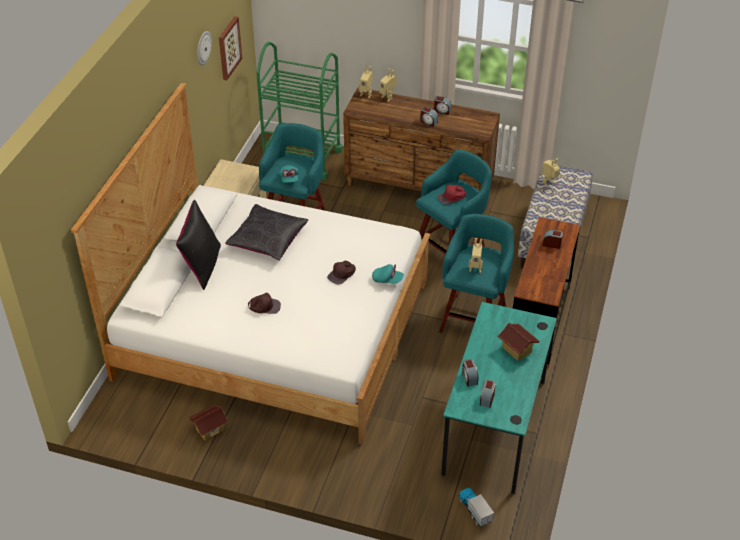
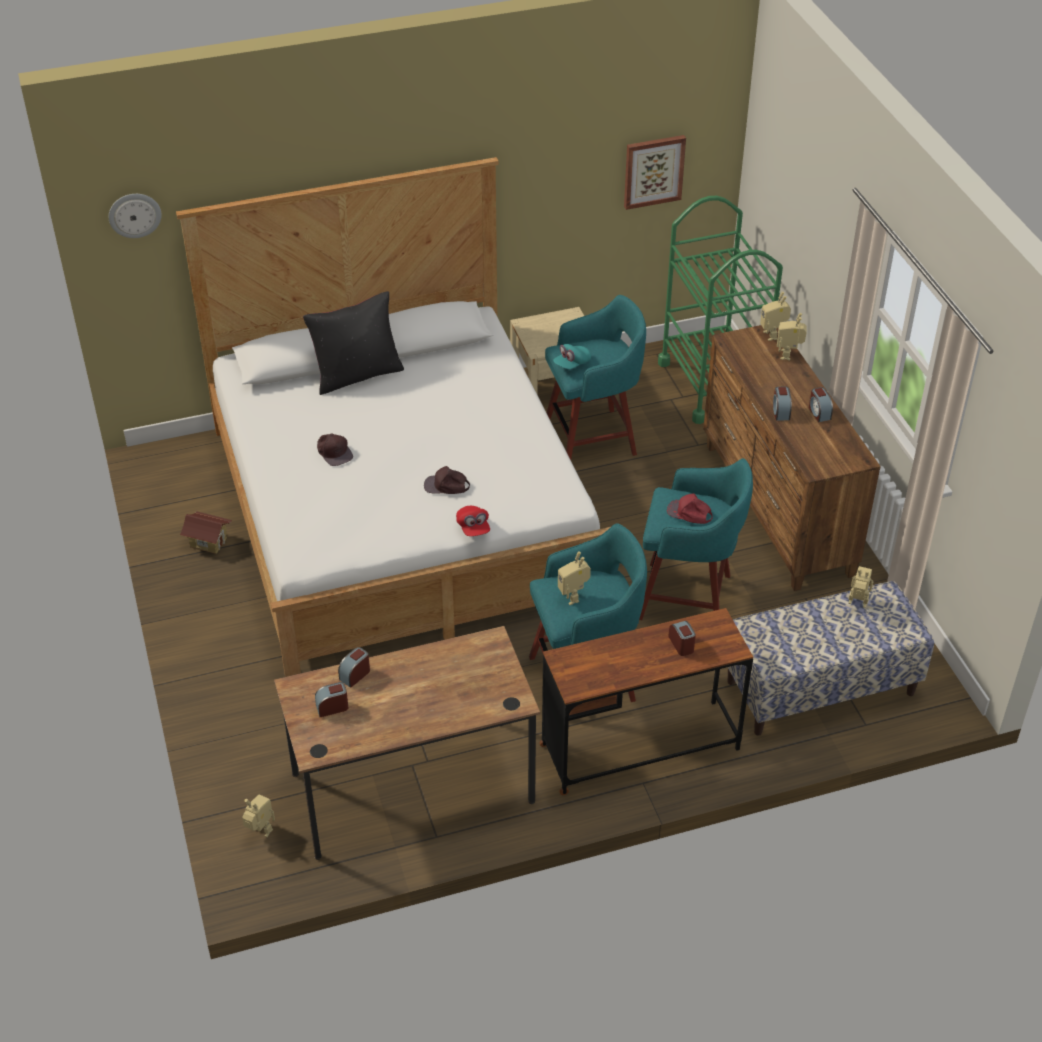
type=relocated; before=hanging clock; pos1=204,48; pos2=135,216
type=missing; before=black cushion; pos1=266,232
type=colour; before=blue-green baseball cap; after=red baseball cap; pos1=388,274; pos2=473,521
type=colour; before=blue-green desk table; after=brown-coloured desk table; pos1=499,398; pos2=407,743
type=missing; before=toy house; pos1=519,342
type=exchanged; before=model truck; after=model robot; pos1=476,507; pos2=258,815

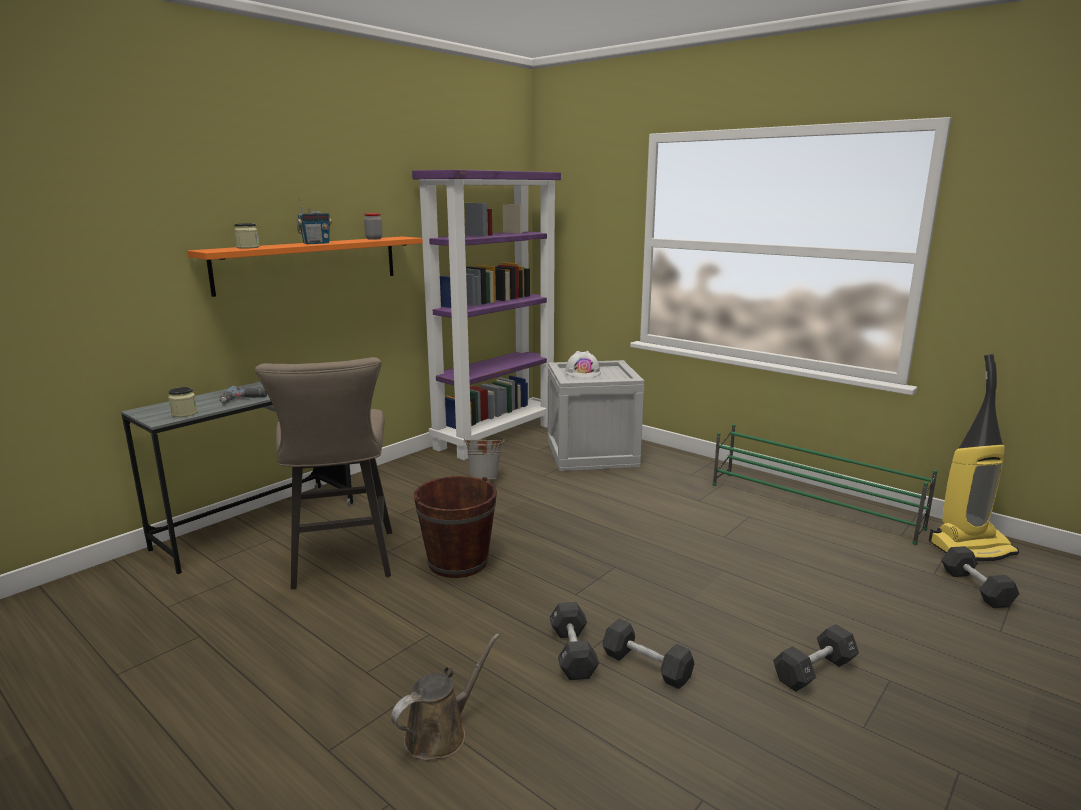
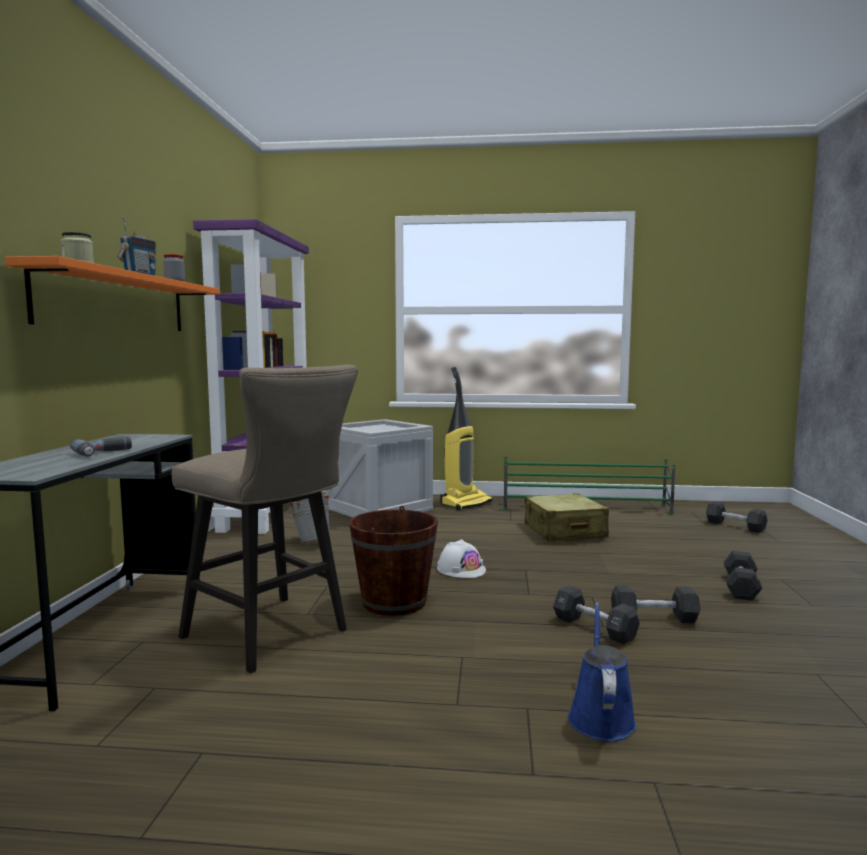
type=relocated; before=white work helmet; pos1=583,364; pos2=461,558
type=relocated; before=vacuum; pos1=974,457; pos2=466,438
type=missing; before=storage jar; pos1=182,402
type=colour; before=brown-coloured sprinkling can; after=blue-coloured sprinkling can; pos1=445,697; pos2=602,671
type=appeared; after=sand-coloured suitcase; pos2=567,517

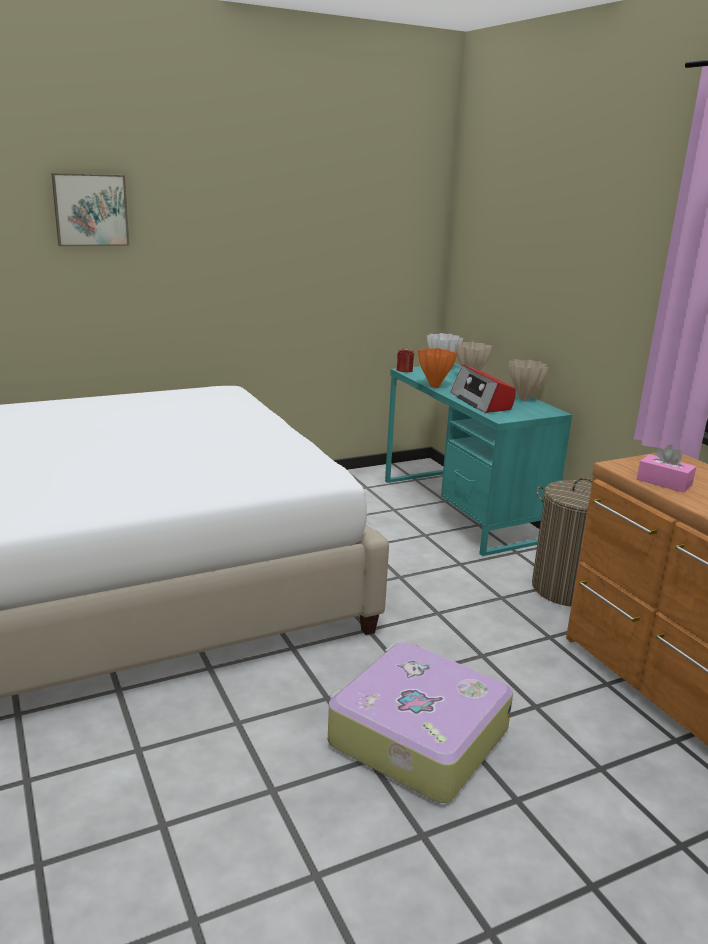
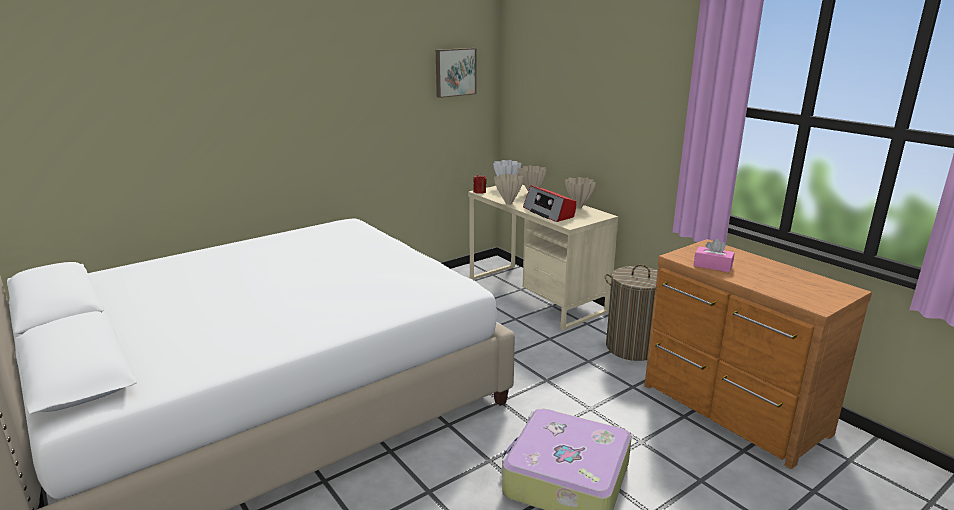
type=relocated; before=picture; pos1=90,209; pos2=456,73
type=colour; before=orange-coloured decorative vase; after=sand-coloured decorative vase; pos1=437,368; pos2=509,189
type=colour; before=blue-green desk table; after=sand-coloured desk table; pos1=478,459; pos2=543,257

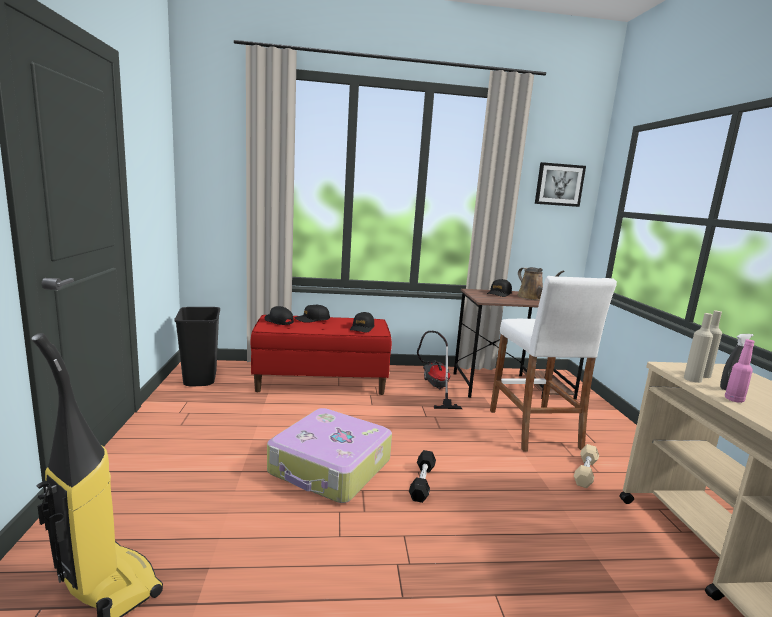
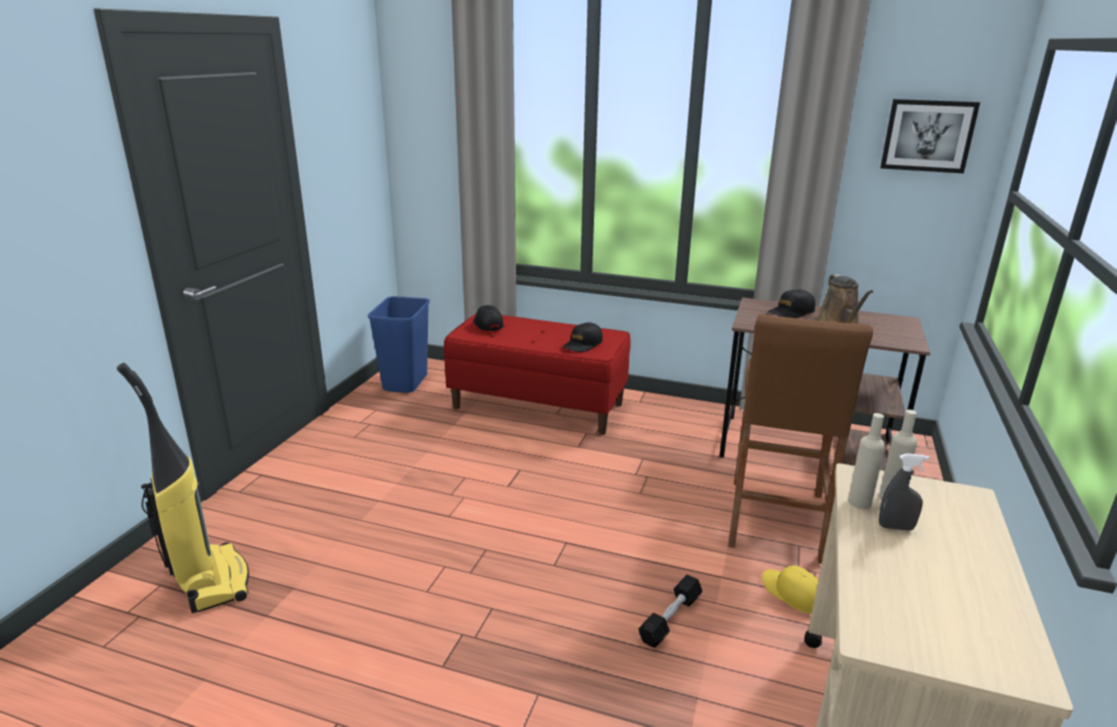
type=colour; before=white stool; after=brown-coloured stool; pos1=553,364; pos2=800,438
type=missing; before=black baseball cap; pos1=312,313
type=colour; before=black rubbish bin; after=blue-coloured rubbish bin; pos1=197,347; pos2=399,344
type=missing; before=vacuum; pos1=439,370
type=missing; before=pink-coloured bottle; pos1=740,371
type=missing; before=suitcase; pos1=329,455
type=exchanged; before=sand-coloured dumbbell; after=yellow-coloured baseball cap; pos1=586,466; pos2=790,589
type=relocated; before=black dumbbell; pos1=422,476; pos2=670,611

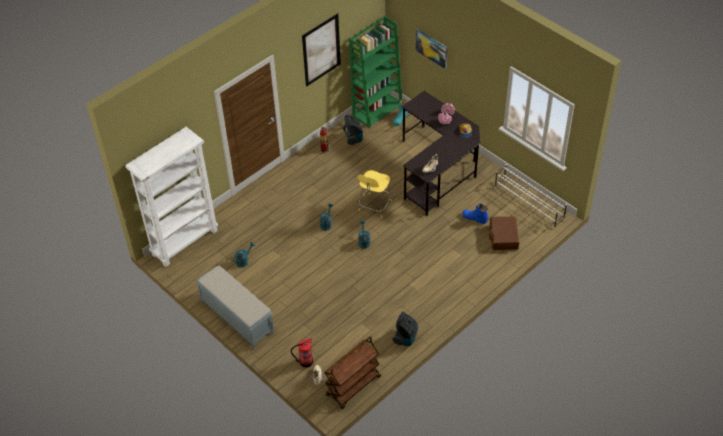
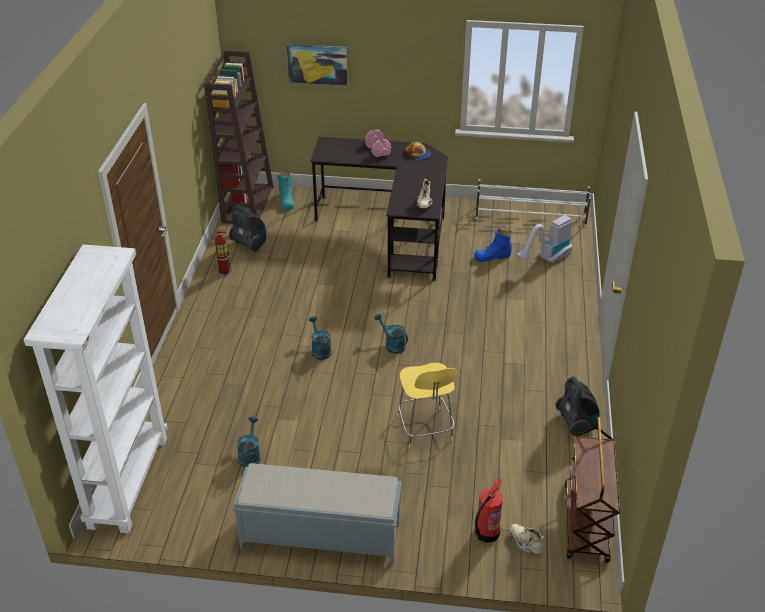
type=missing; before=picture; pos1=321,50
type=colour; before=green bookshelf; after=brown-coloured bookshelf; pos1=376,72; pos2=239,137
type=relocated; before=yellow-coloured stool; pos1=374,194; pos2=427,406
type=exchanged; before=brown-coloured suitcase; after=vacuum; pos1=504,233; pos2=544,239

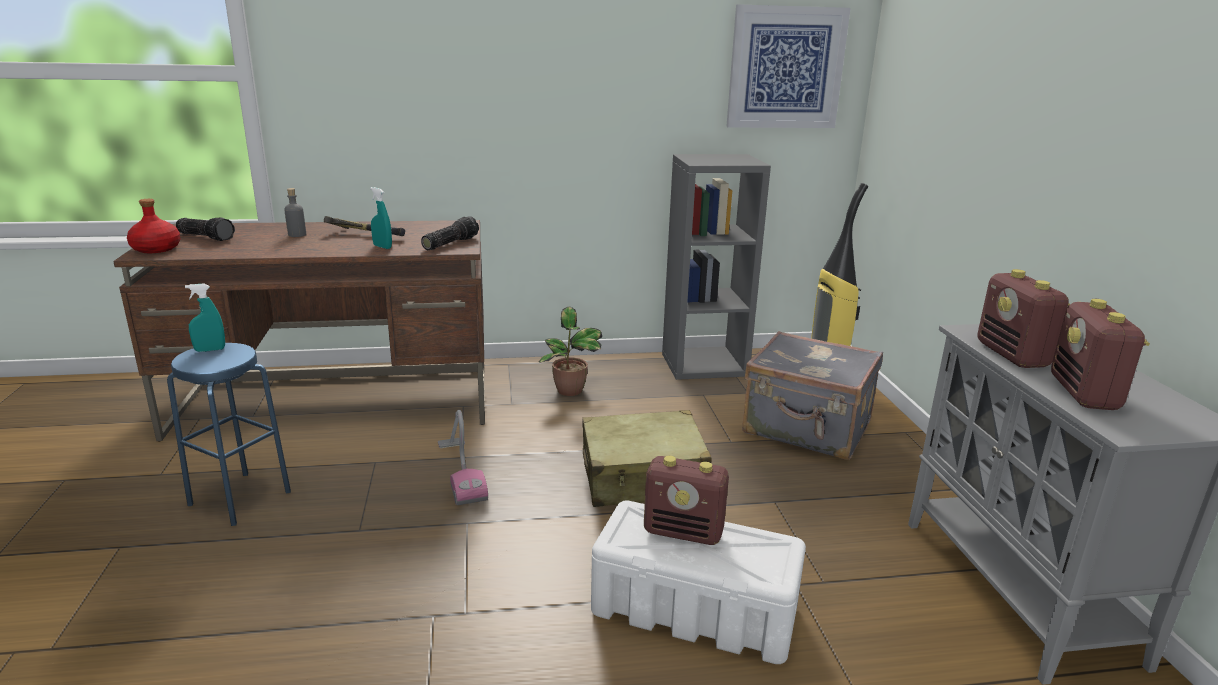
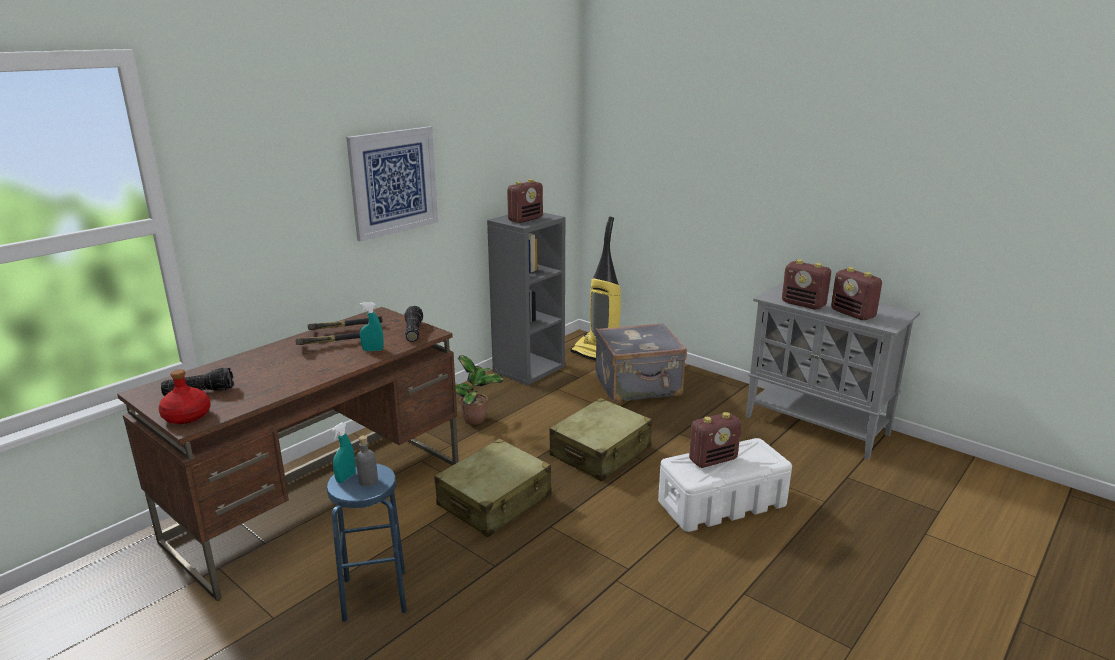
type=relocated; before=picture; pos1=788,66; pos2=392,184
type=relocated; before=grey bottle; pos1=295,212; pos2=367,461
type=exchanged; before=vacuum; after=sand-coloured suitcase; pos1=463,457; pos2=493,487
type=appeared; after=radio receiver; pos2=525,201
type=appeared; after=tool hammer; pos2=345,323

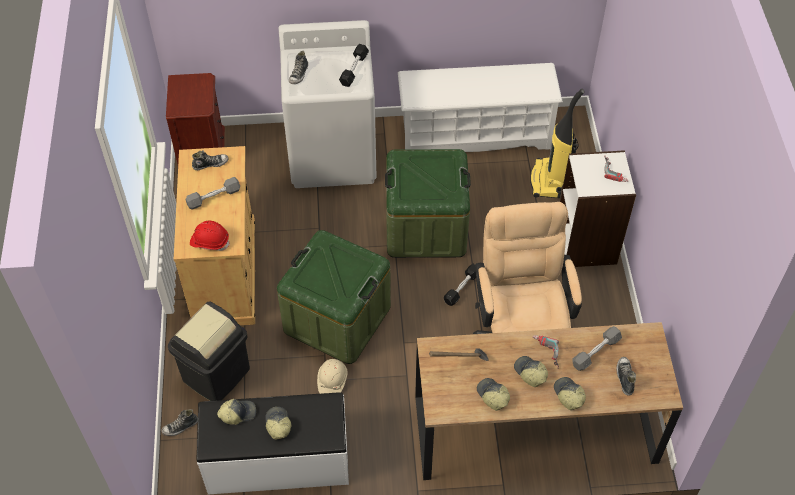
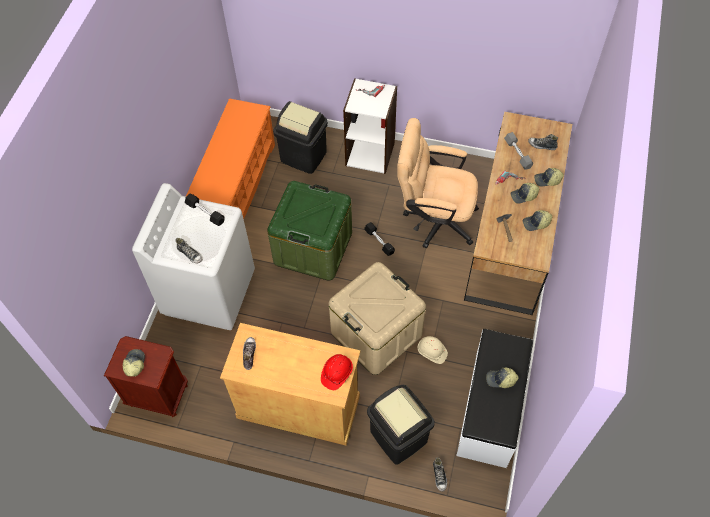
type=colour; before=white shoe shelf; after=orange-coloured shoe shelf; pos1=480,107; pos2=230,158
type=exchanged; before=vacuum; after=black rubbish bin; pos1=557,143; pos2=300,137
type=missing; before=grey dumbbell; pos1=213,193
type=colour; before=green storage box; after=sand-coloured storage box; pos1=334,297; pos2=377,318
type=relocated; before=baseball cap; pos1=236,412; pos2=134,362

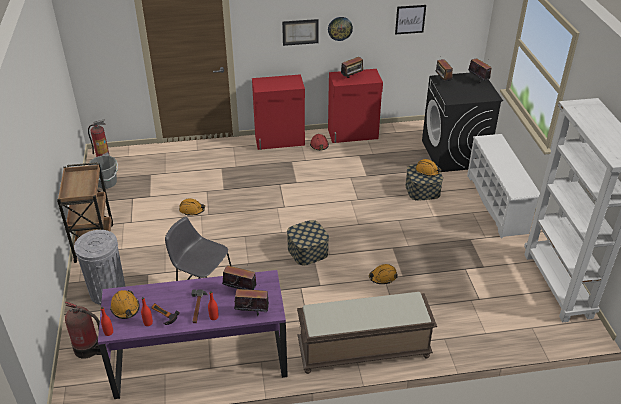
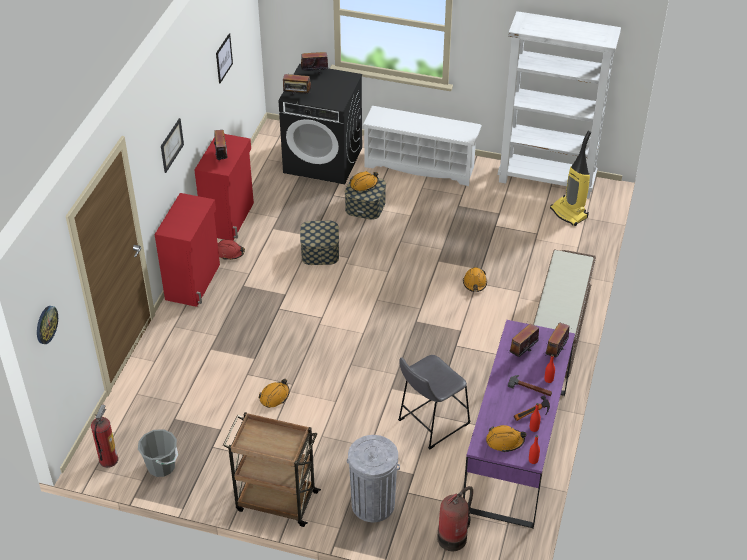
type=relocated; before=hanging clock; pos1=340,29; pos2=47,325
type=relocated; before=storage box; pos1=308,242; pos2=319,243
type=appeared; after=vacuum; pos2=570,178

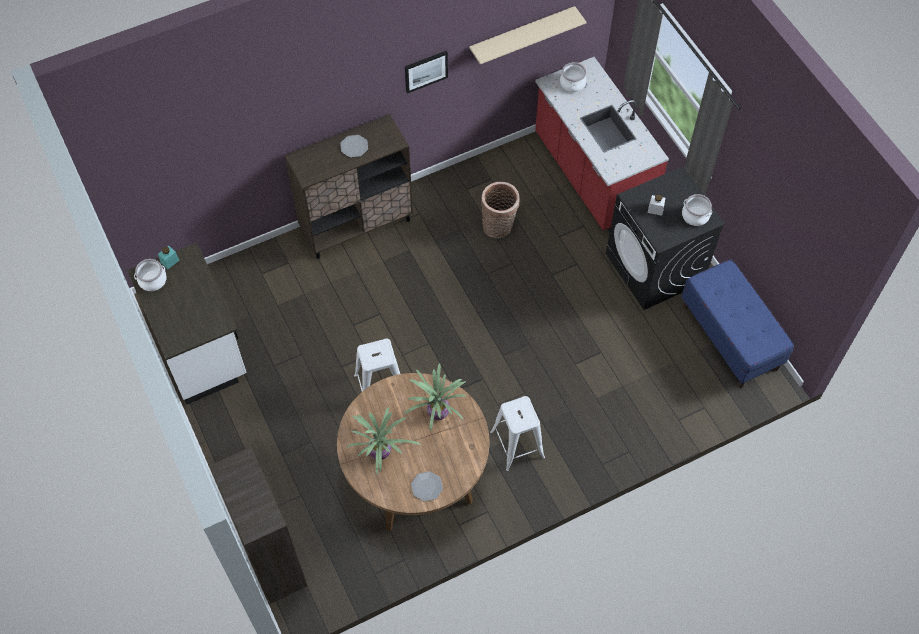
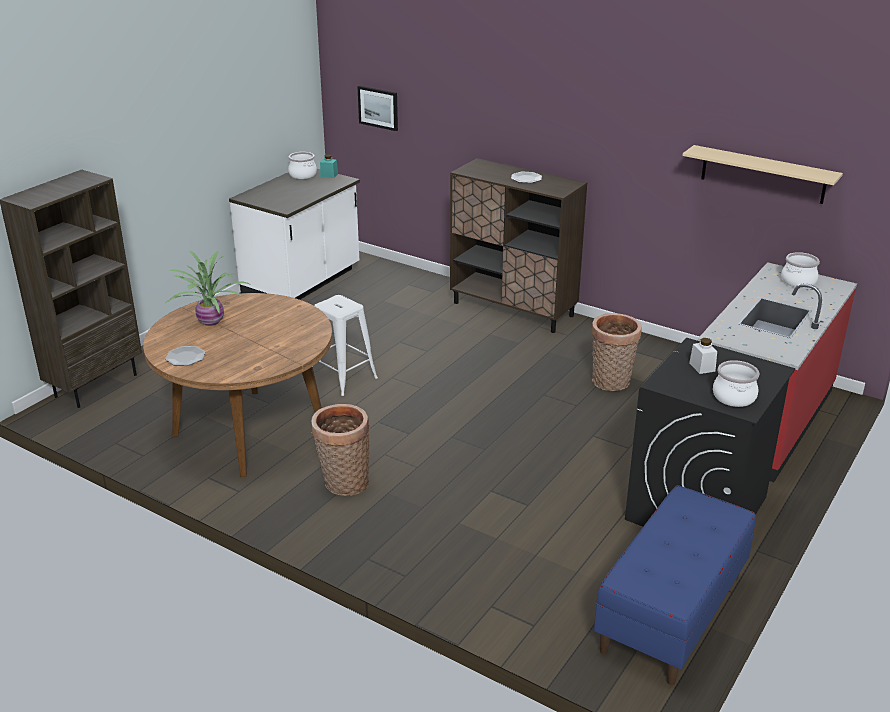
type=relocated; before=picture; pos1=426,72; pos2=377,108
type=missing; before=plant in a pot; pos1=435,397
type=exchanged; before=white stool; after=storage basket; pos1=517,433; pos2=340,450

